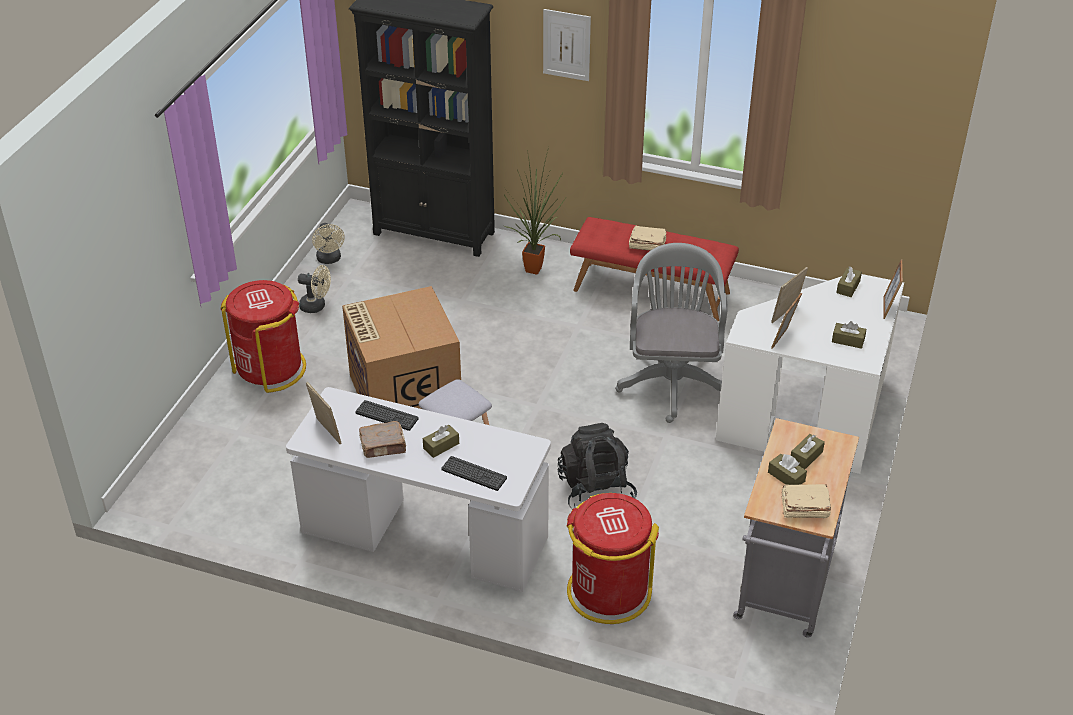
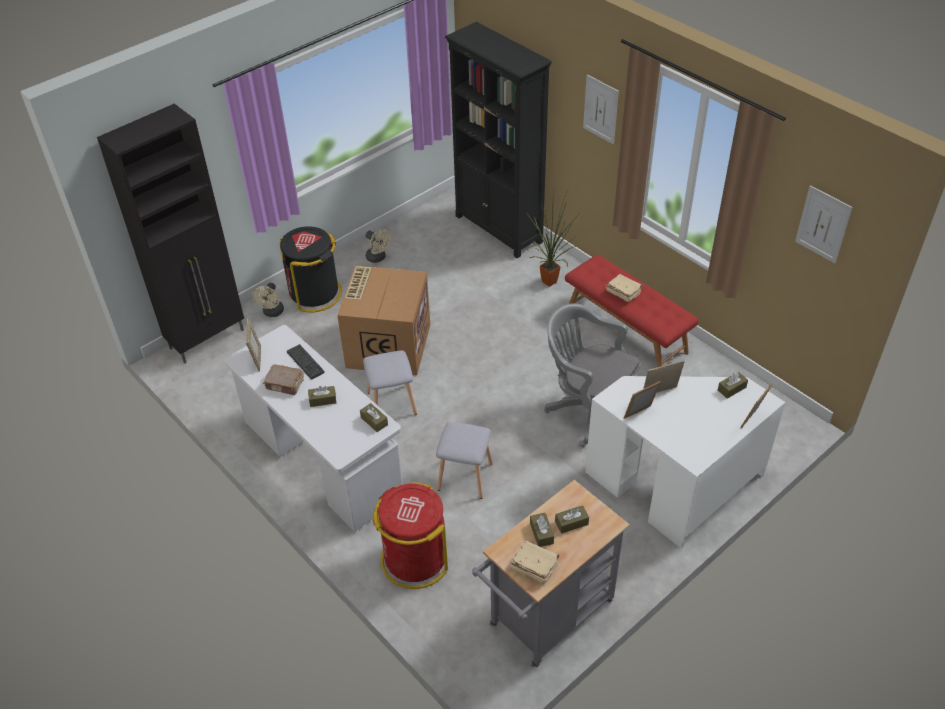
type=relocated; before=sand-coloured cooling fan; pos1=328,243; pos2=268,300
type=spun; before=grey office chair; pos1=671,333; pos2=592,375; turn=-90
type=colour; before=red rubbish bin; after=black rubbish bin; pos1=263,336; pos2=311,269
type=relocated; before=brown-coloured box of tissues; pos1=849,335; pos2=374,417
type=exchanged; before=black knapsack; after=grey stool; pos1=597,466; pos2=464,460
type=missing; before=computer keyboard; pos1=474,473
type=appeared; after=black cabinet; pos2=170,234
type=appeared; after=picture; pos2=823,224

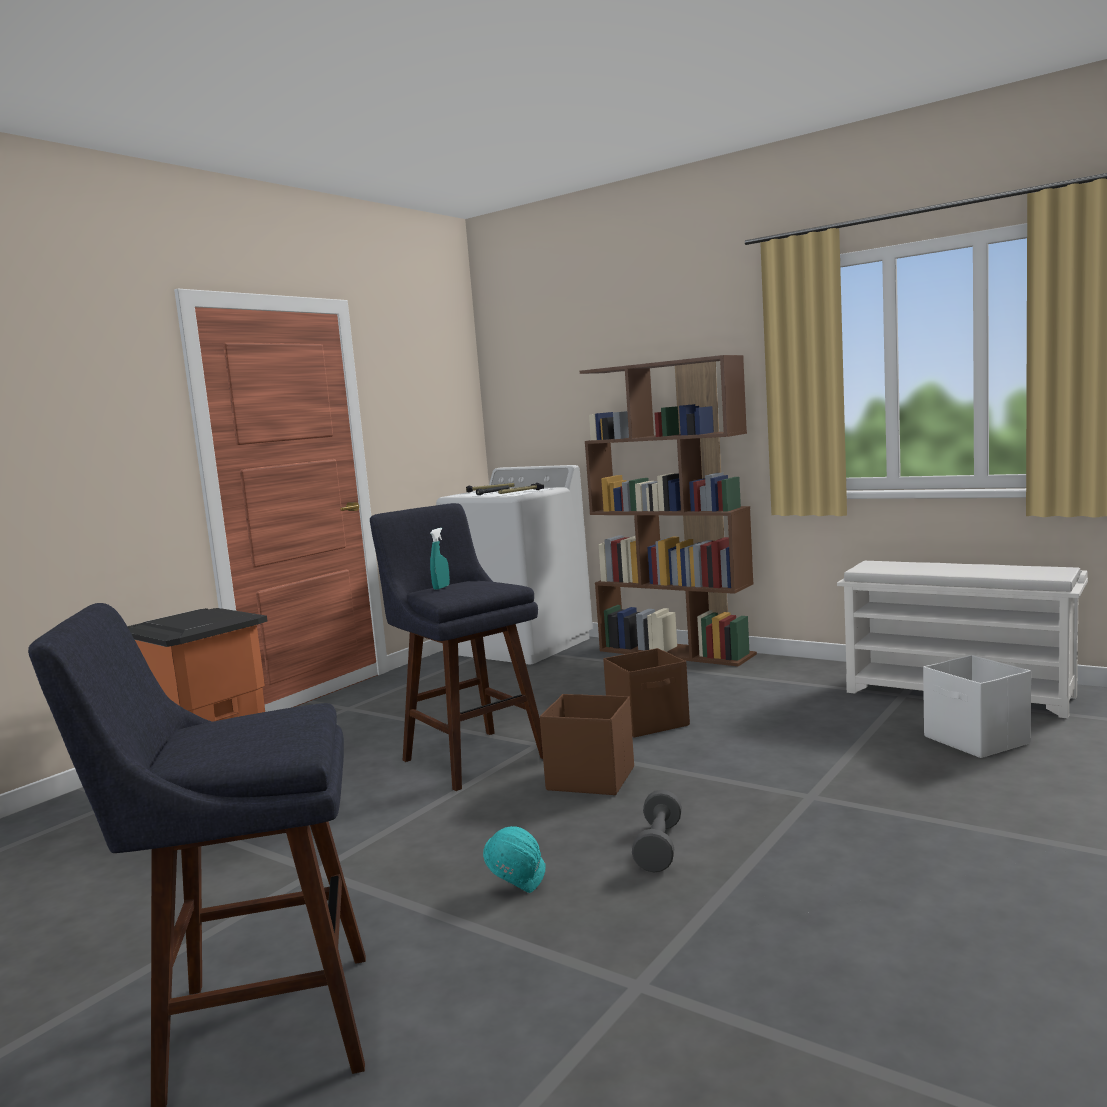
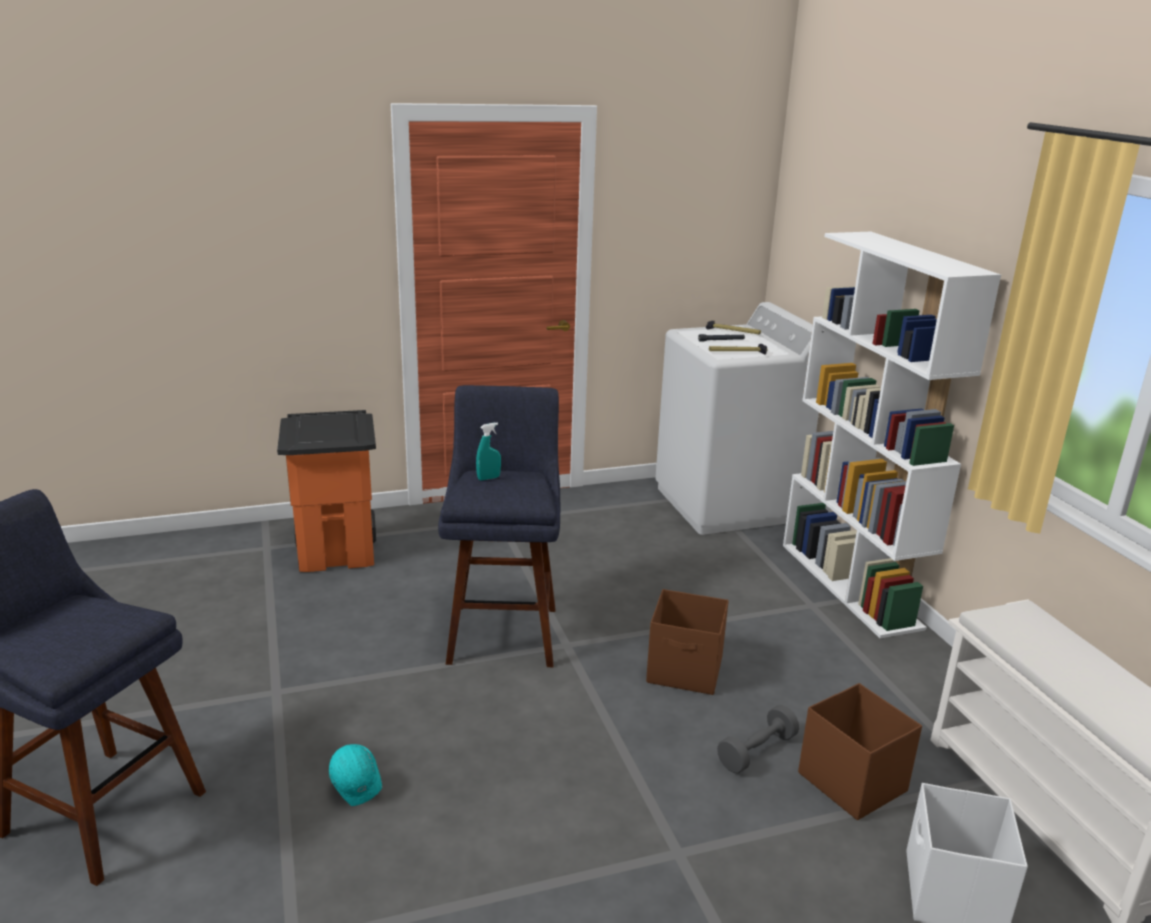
type=colour; before=brown-coloured bookshelf; after=white bookshelf; pos1=668,510; pos2=892,435
type=relocated; before=brown-coloured storage box; pos1=587,744; pos2=860,751
type=relocated; before=grey dumbbell; pos1=657,831; pos2=758,739

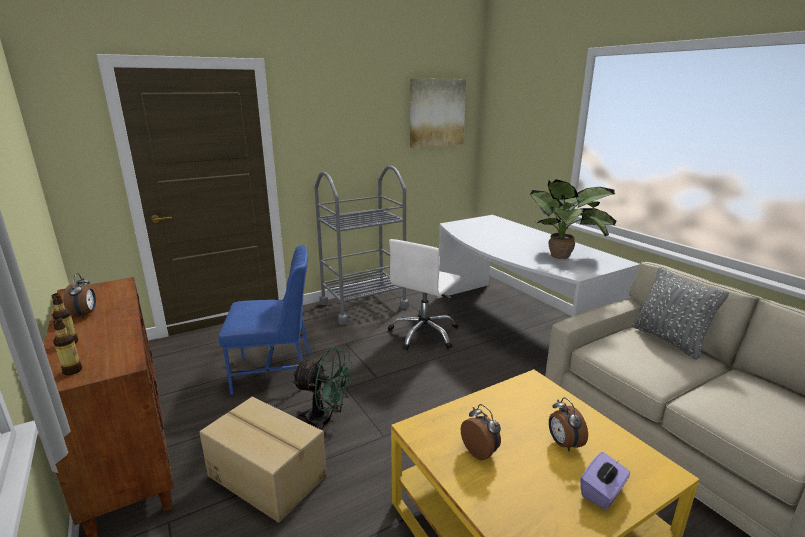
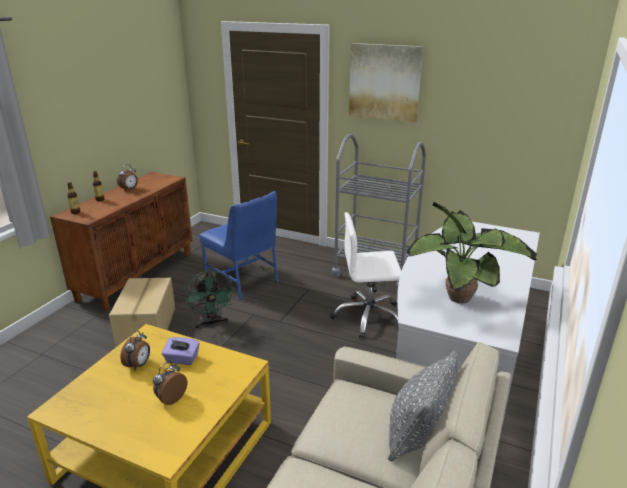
type=relocated; before=picture; pos1=438,113; pos2=386,82
type=relocated; before=purplish box of tissues; pos1=605,481; pos2=181,351

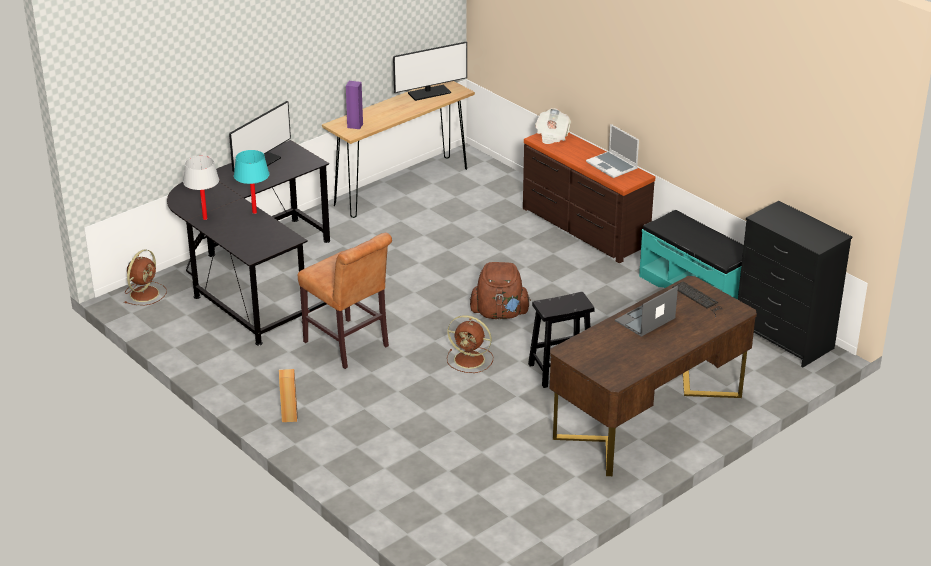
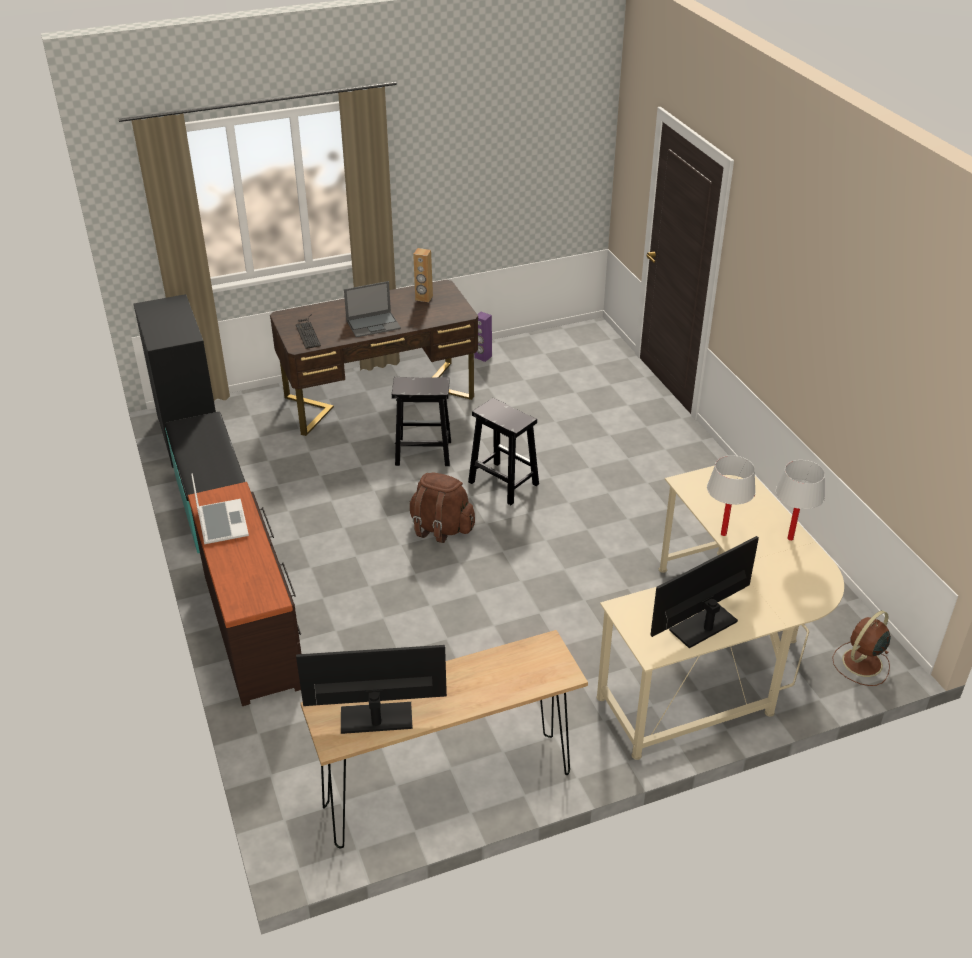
type=relocated; before=purplish loudspeaker; pos1=354,105; pos2=483,337
type=missing; before=newspaper; pos1=553,126
type=colour; before=black desk table; after=sand-coloured desk table; pos1=248,242; pos2=720,613
type=colour; before=blue-green tabletop lamp; after=white tabletop lamp; pos1=251,182; pos2=731,495
type=missing; before=brown-coloured plain chair; pos1=345,301
type=exchanged; before=brown-coloured cooling fan; after=black stool; pos1=470,344; pos2=503,451
type=relocated; before=brown-coloured loudspeaker; pos1=288,395; pos2=423,275

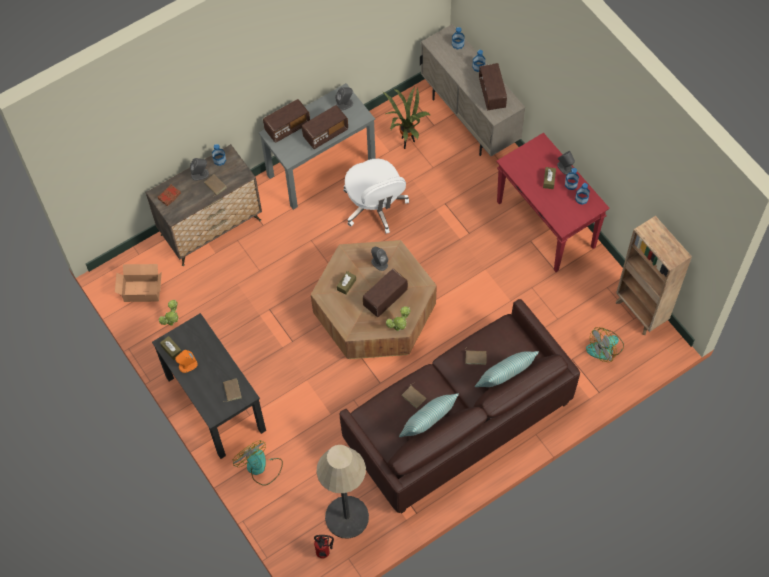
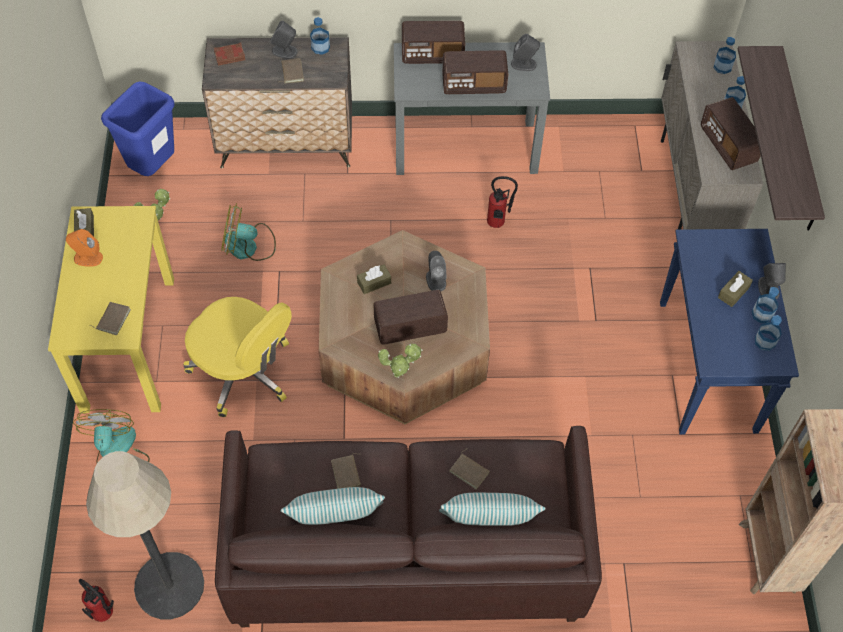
type=spun; before=radio receiver; pos1=493,86; pos2=731,133; turn=-45
type=missing; before=plant in a pot; pos1=407,118
type=colour; before=red console table; after=blue-coloured console table; pos1=552,202; pos2=729,332
type=exchanged; before=white office chair; after=fire-fighting cylinder; pos1=376,196; pos2=502,202
type=exchanged; before=packing box; after=blue-coloured rubbish bin; pos1=138,283; pos2=137,129
type=colour; before=black desk table; after=yellow-coloured desk table; pos1=209,386; pos2=111,309
type=relocated; before=cooling fan; pos1=605,344; pos2=248,232
type=appeared; after=bracket shelf; pos2=781,138
type=appeared; after=yellow-coloured office chair; pos2=237,357

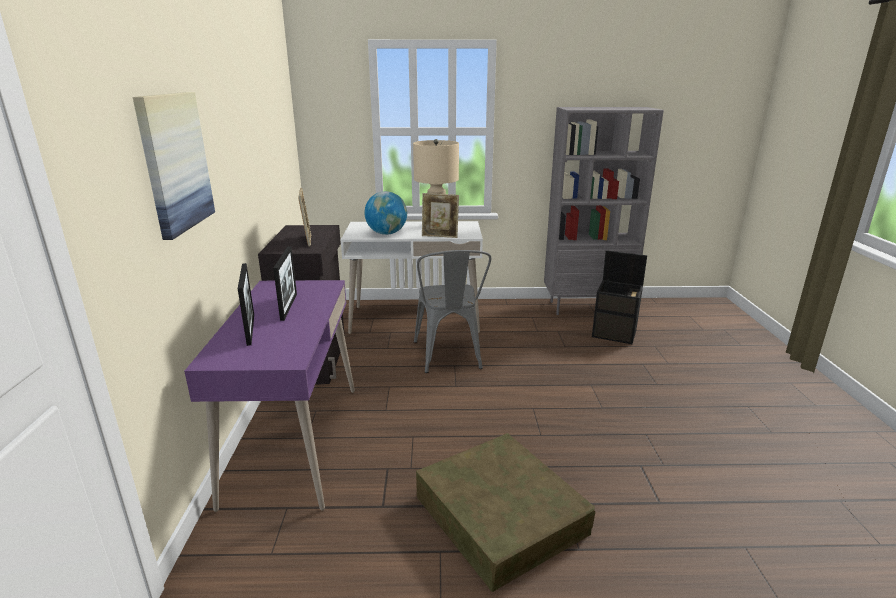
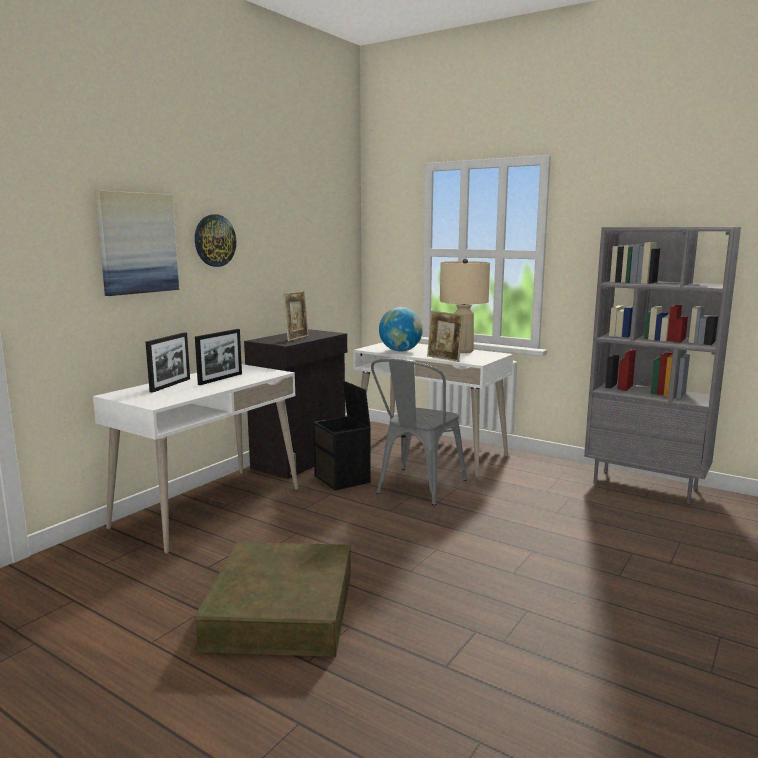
type=relocated; before=black storage box; pos1=619,297; pos2=342,435
type=colour; before=purplish desk table; after=white desk table; pos1=269,396; pos2=196,459
type=appeared; after=hanging clock; pos2=215,240

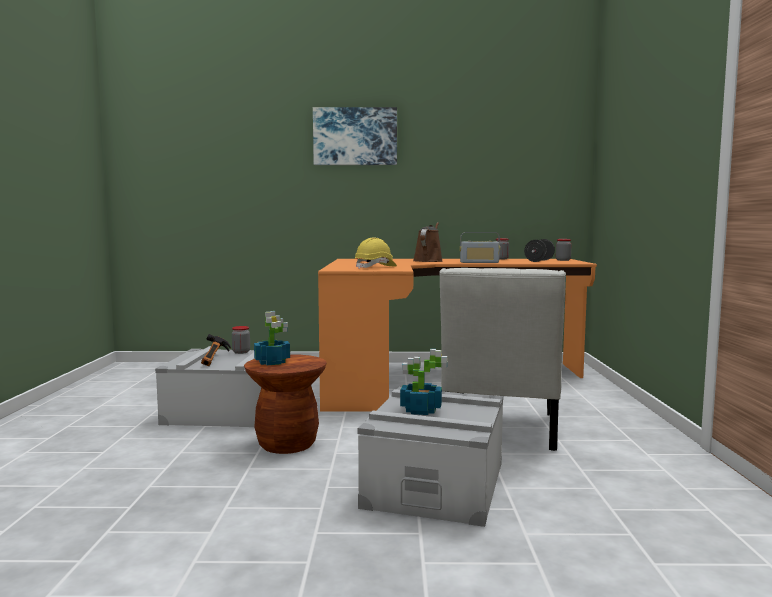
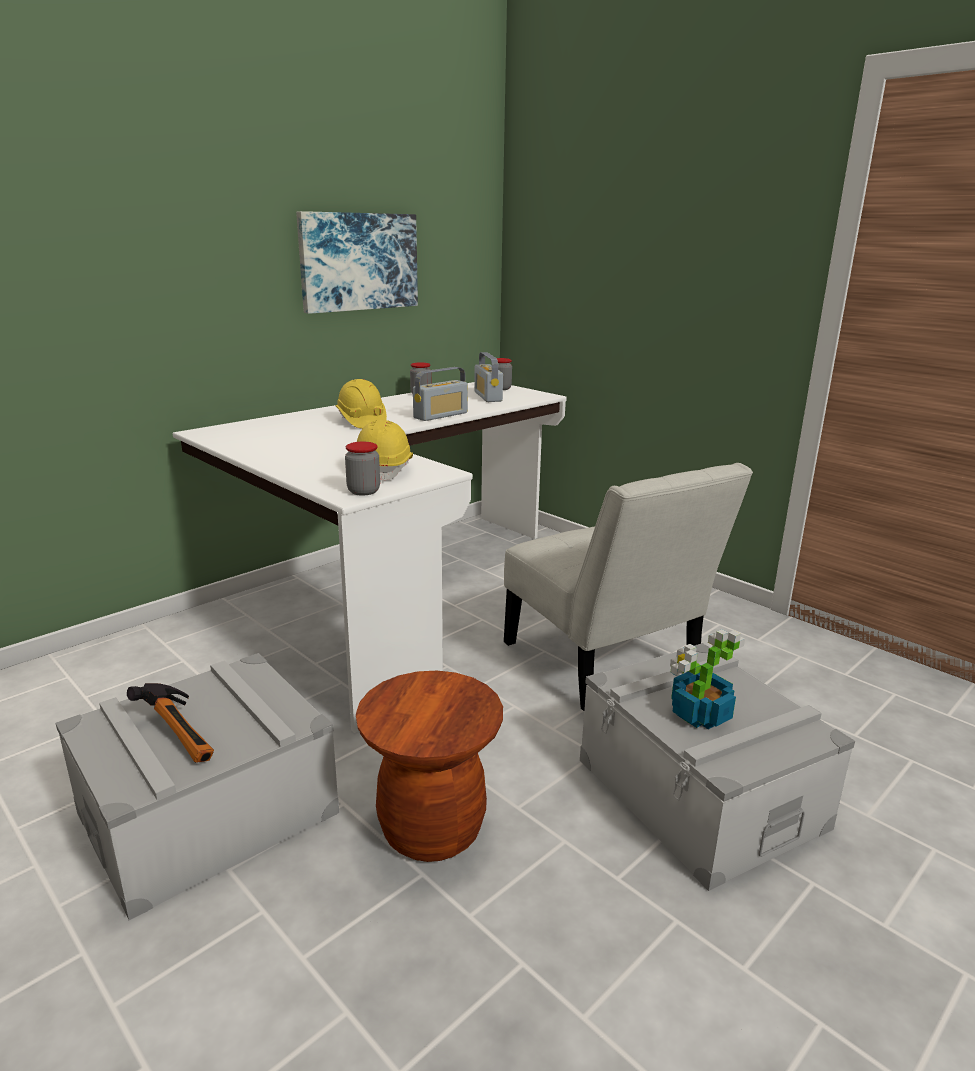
type=relocated; before=picture; pos1=355,136; pos2=357,262
type=exchanged; before=brown-coloured sprinkling can; after=yellow-coloured work helmet; pos1=428,242; pos2=361,404
type=exchanged; before=black dumbbell; after=radio receiver; pos1=539,250; pos2=488,377
type=colour; before=orange-coloured desk table; after=white desk table; pos1=457,335; pos2=370,557
type=missing; before=plant in a pot; pos1=272,338
type=relocated; before=storage jar; pos1=241,340; pos2=362,469

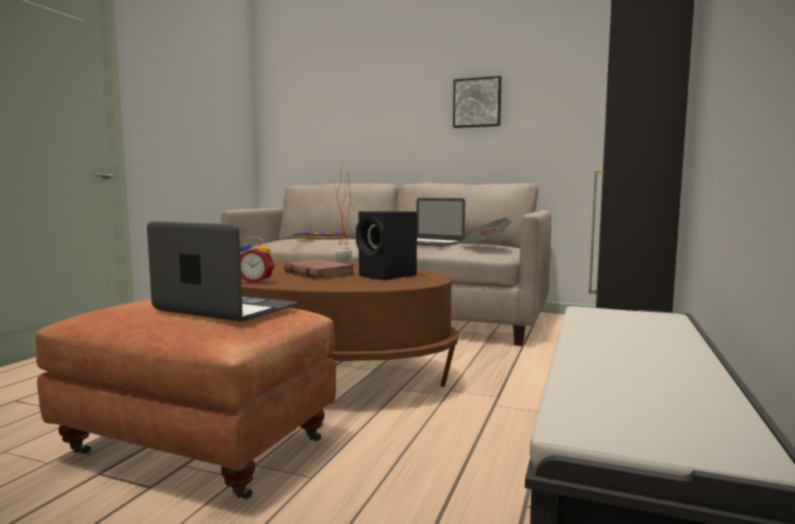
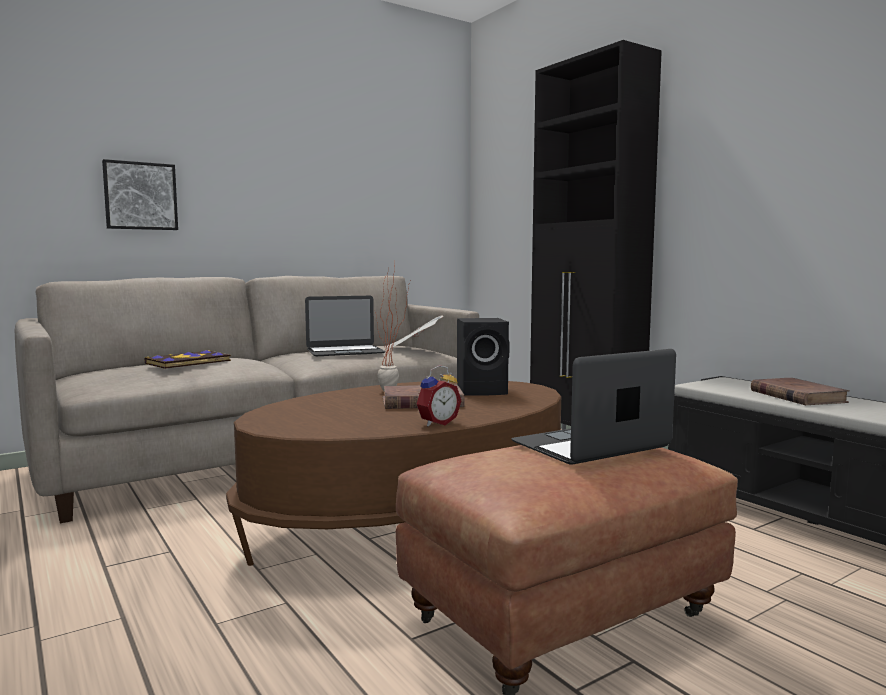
type=relocated; before=picture; pos1=477,102; pos2=140,194
type=appeared; after=brown-coloured book; pos2=800,391

